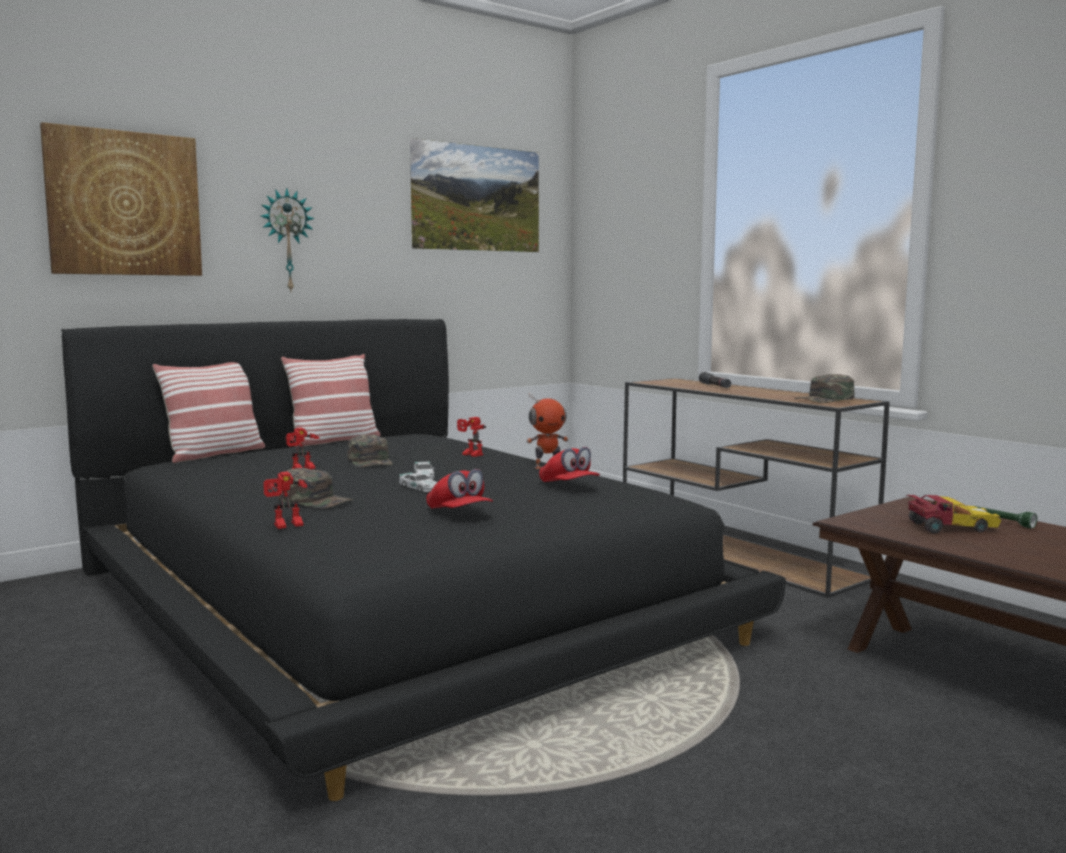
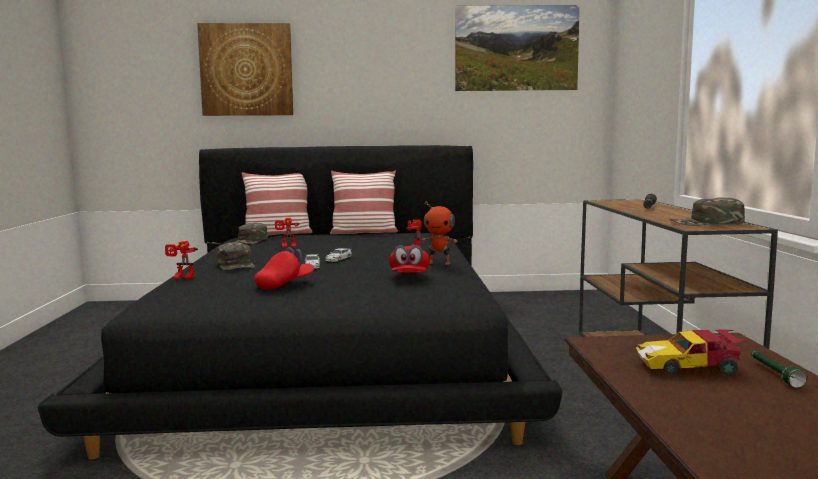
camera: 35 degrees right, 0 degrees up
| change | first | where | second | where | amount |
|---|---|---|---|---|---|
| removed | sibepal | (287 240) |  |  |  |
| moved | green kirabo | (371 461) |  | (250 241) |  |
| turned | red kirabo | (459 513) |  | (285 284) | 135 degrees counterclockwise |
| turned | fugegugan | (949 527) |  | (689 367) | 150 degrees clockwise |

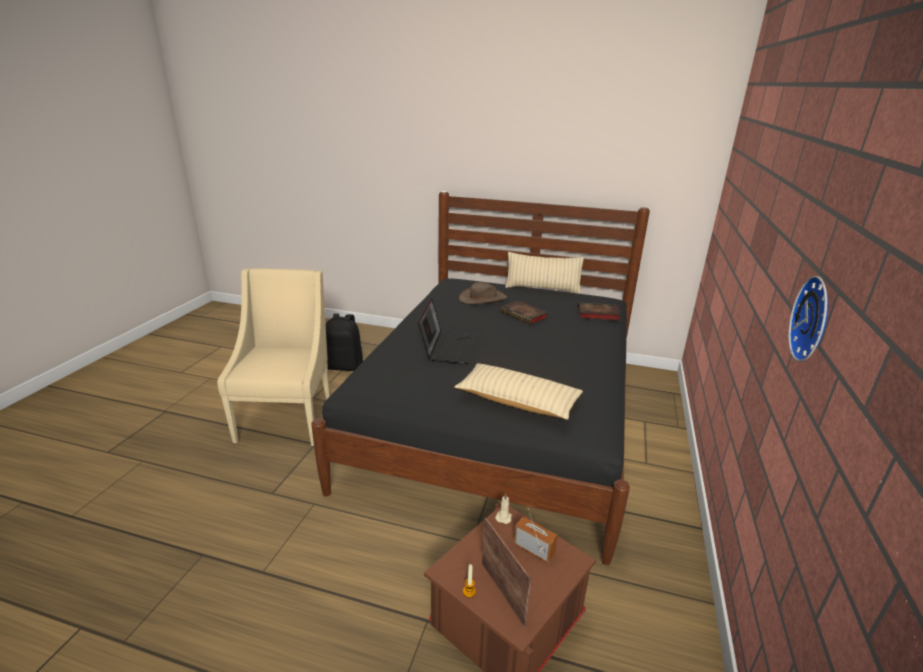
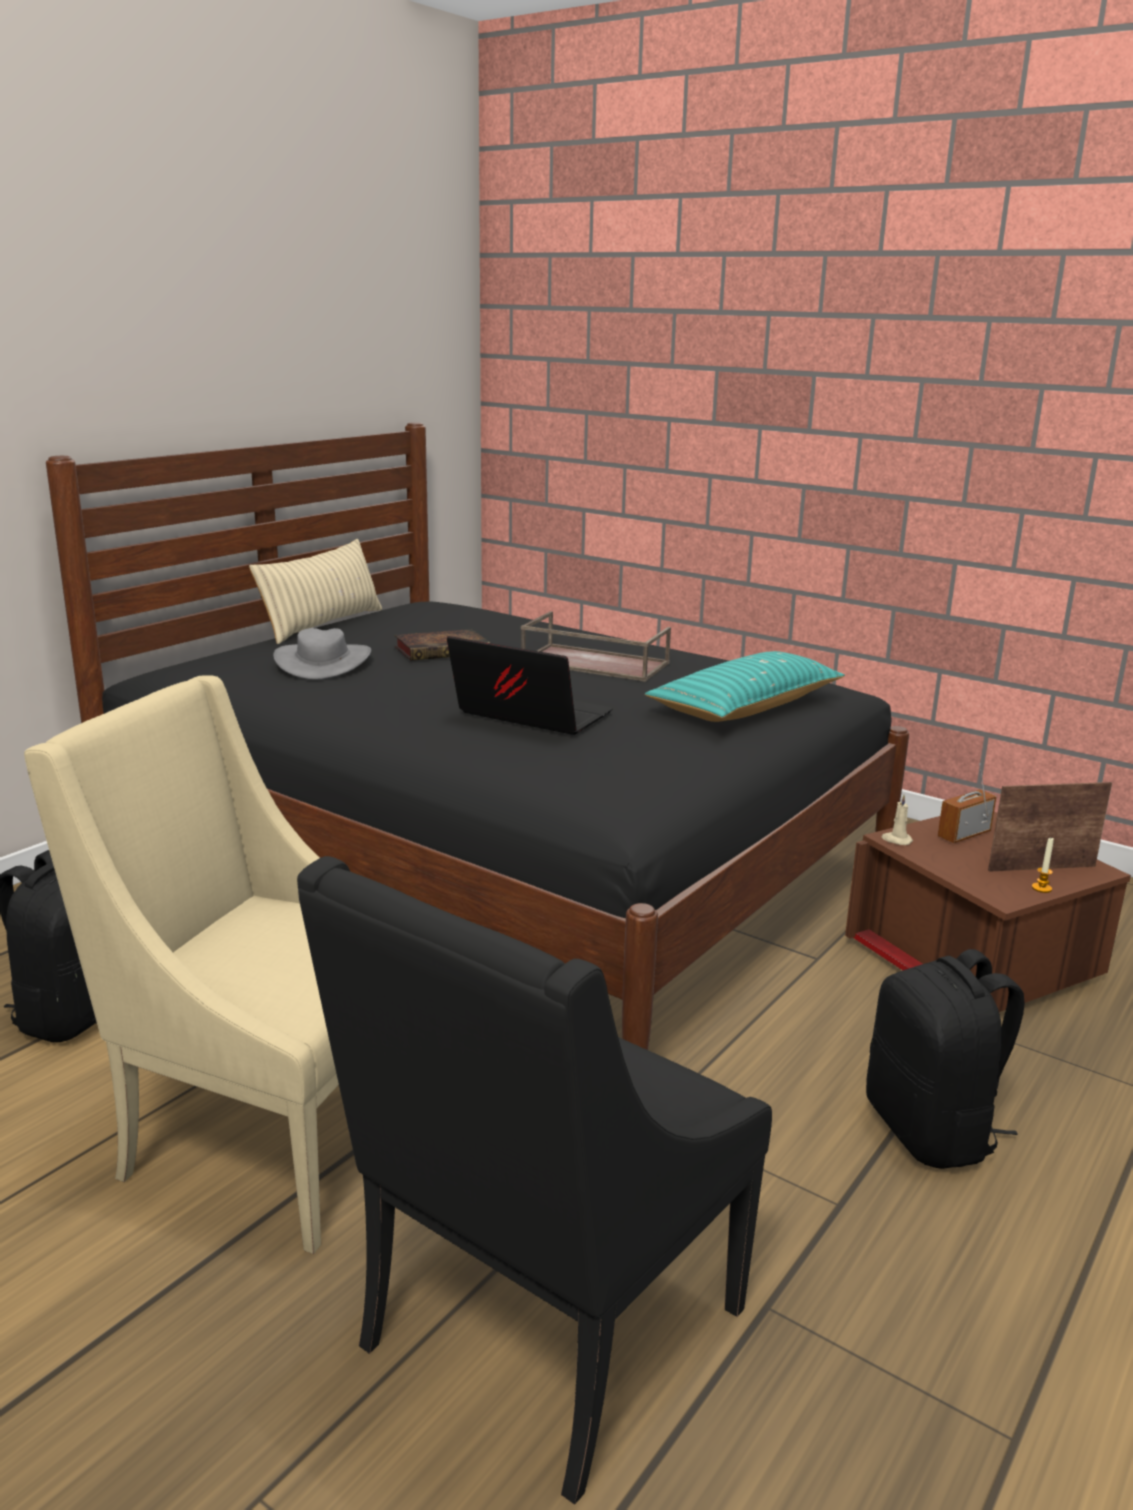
camera: 70 degrees left, 5 degrees down
| change | first | where | second | where | amount |
|---|---|---|---|---|---|
| removed | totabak | (597 314) |  |  |  |
| removed | sibepal | (815 320) |  |  |  |
| added |  |  | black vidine | (542 1333) |  |
| added |  |  | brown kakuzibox | (593 663) |  |
| added |  |  | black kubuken | (932 1131) |  |
| recoloured | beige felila | (517 401) | turquoise felila | (745 707) |  |
| recoloured | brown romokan | (483 298) | grey romokan | (323 663) |  |

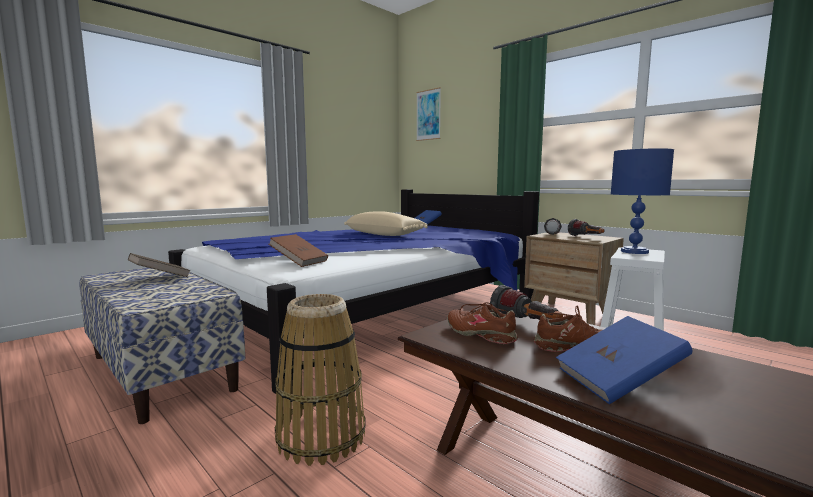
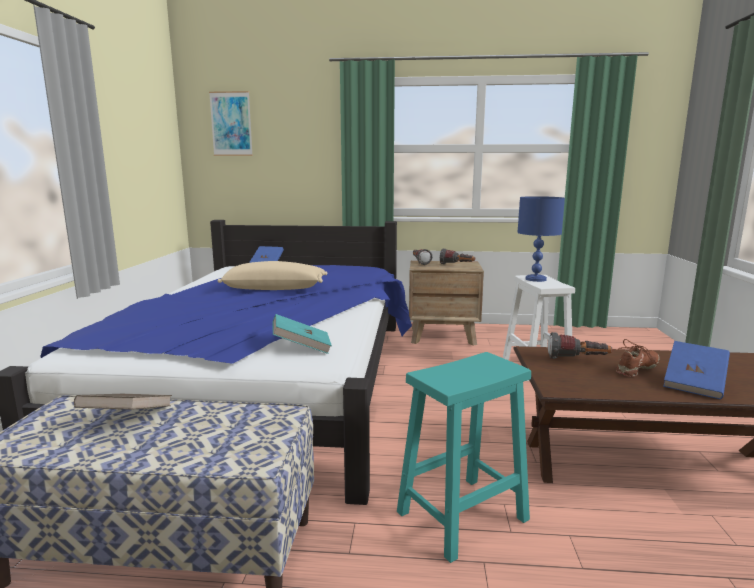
camera: 40 degrees left, 5 degrees up
| change | first | where | second | where | amount |
|---|---|---|---|---|---|
| removed | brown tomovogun | (481 334) |  |  |  |
| replaced | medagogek | (320 436) | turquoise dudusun | (461 517) |  |
| recoloured | brown totabak | (299 262) | turquoise totabak | (301 348) |  |

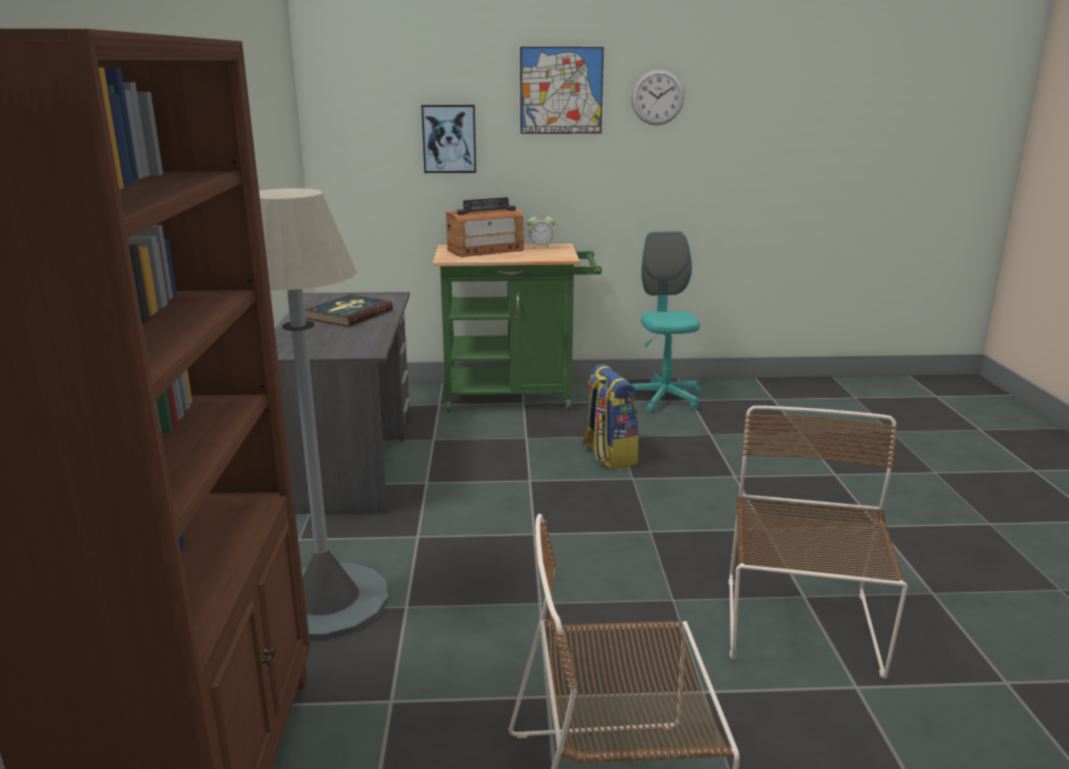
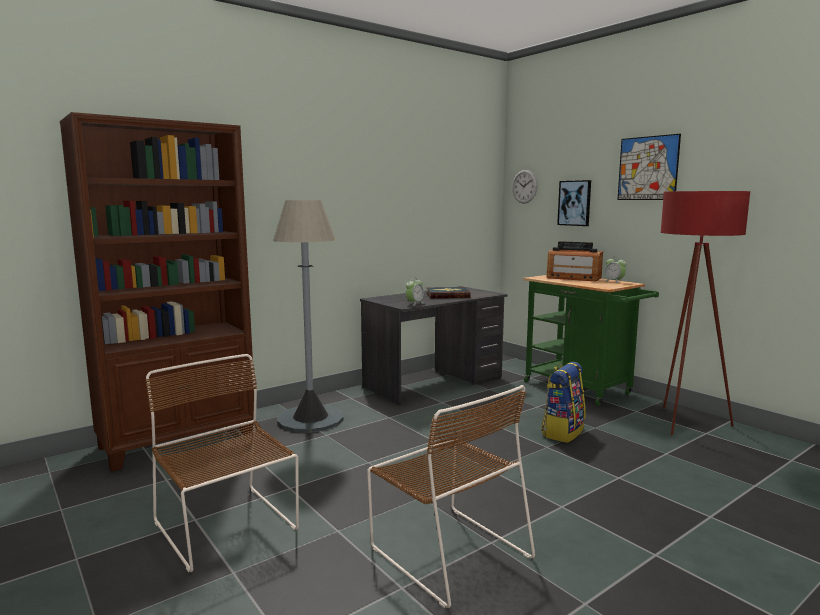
camera: 55 degrees right, 10 degrees down
| change | first | where | second | where | amount |
|---|---|---|---|---|---|
| added |  |  | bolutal | (414 303) |  |
| moved | sibepal | (657 97) |  | (524 186) |  |
| replaced | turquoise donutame | (664 399) | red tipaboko | (684 425) |  |
| turned | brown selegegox | (801 629) |  | (447 550) | 75 degrees clockwise |

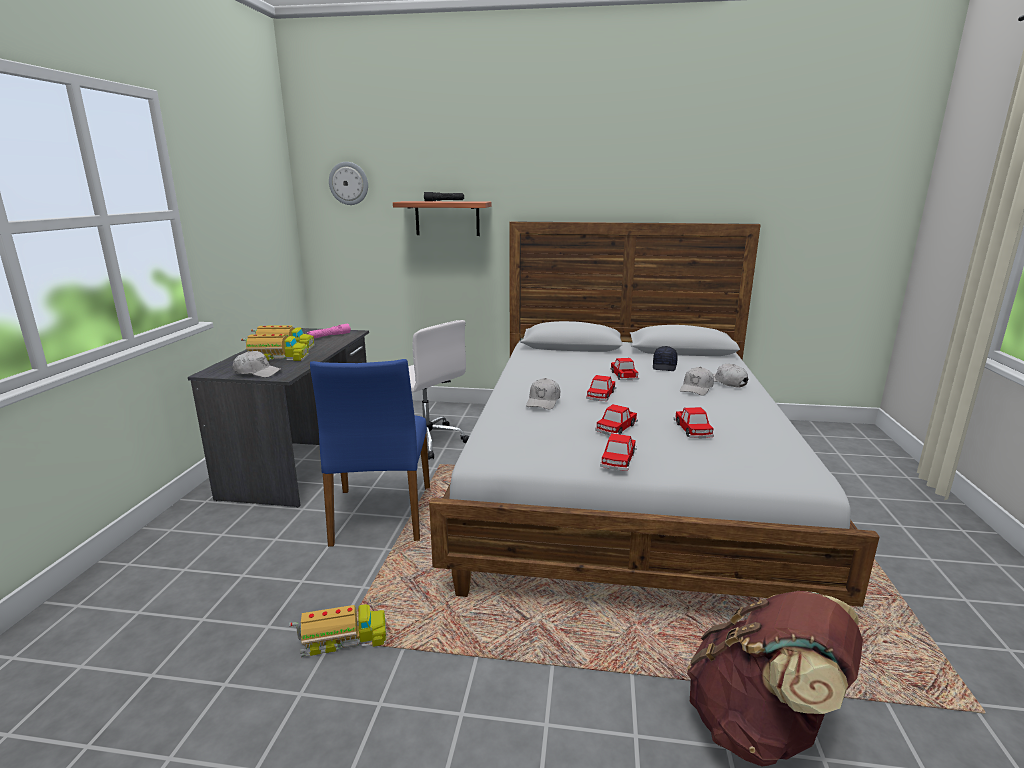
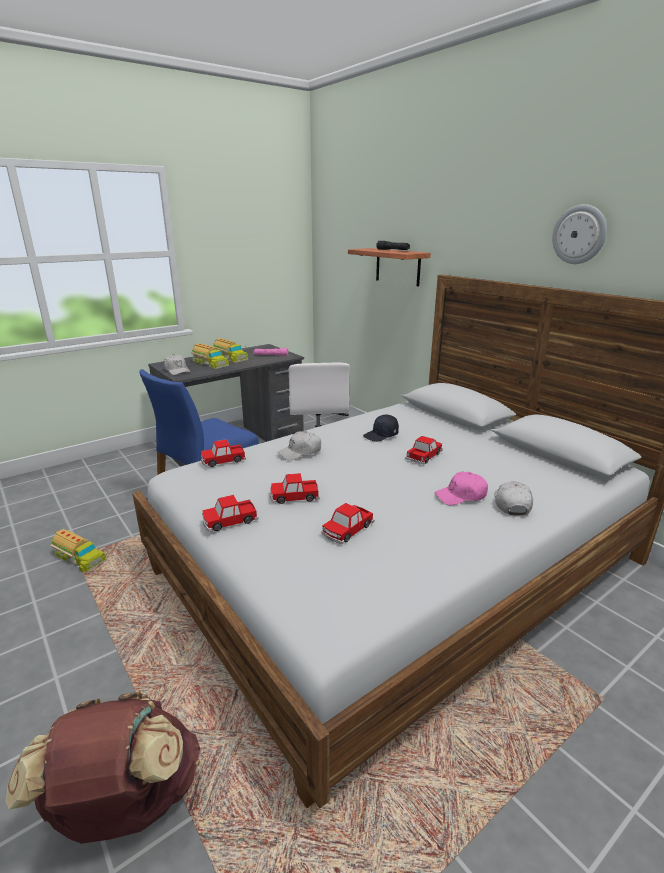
camera: 45 degrees right, 5 degrees up
| change | first | where | second | where | amount |
|---|---|---|---|---|---|
| moved | sibepal | (349 183) |  | (579 234) |  |
| moved | fugegugan | (601 395) |  | (223 460) |  |
| moved | black kirabo | (664 366) |  | (381 435) |  |
| recoloured | white kirabo | (696 388) | pink kirabo | (461 496) |  |

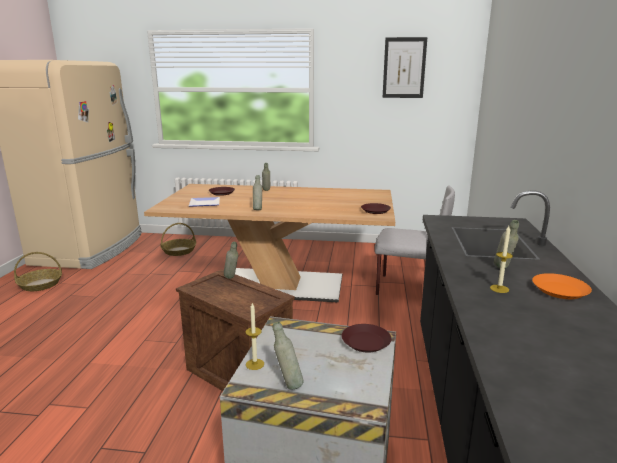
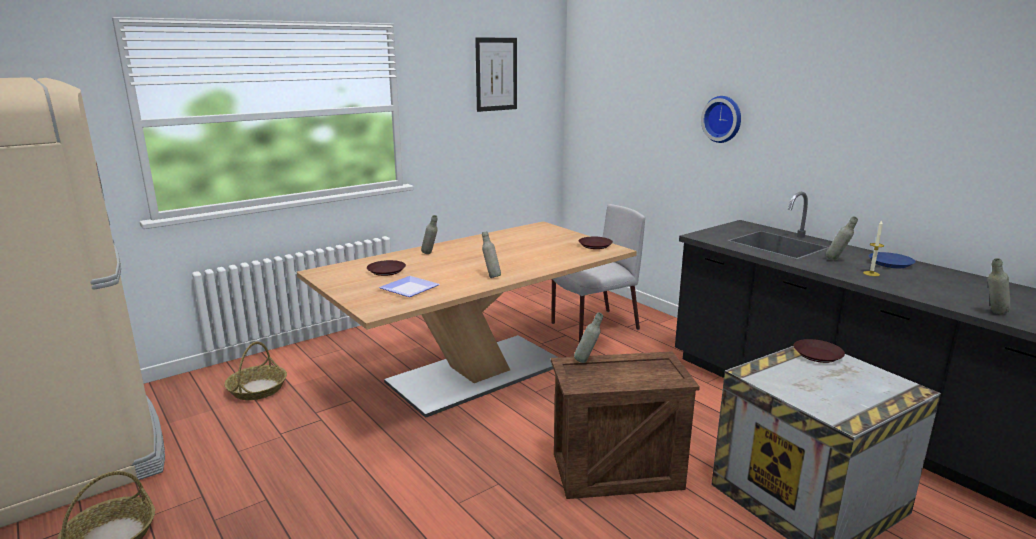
camera: 45 degrees left, 0 degrees up
| change | first | where | second | where | amount |
|---|---|---|---|---|---|
| removed | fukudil | (255 364) |  |  |  |
| added |  |  | sibepal | (723 119) |  |
| moved | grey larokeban | (288 384) |  | (993 313) |  |
| recoloured | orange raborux | (560 291) | blue raborux | (891 263) |  |

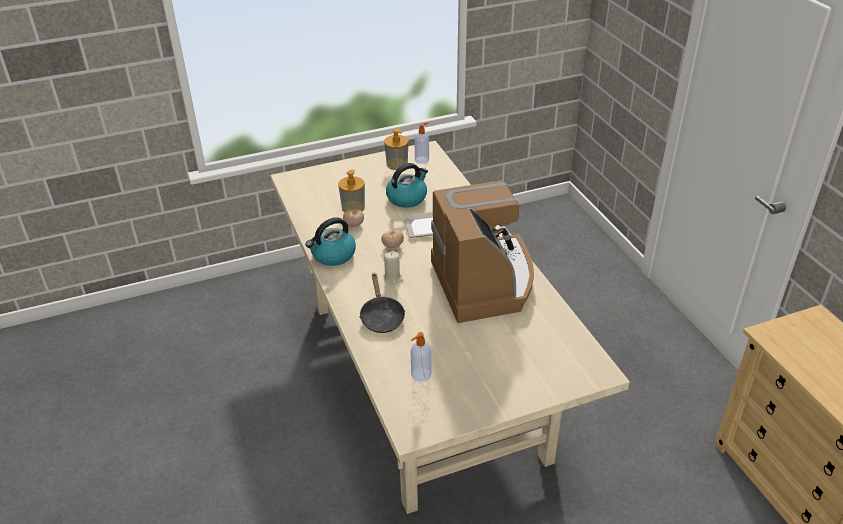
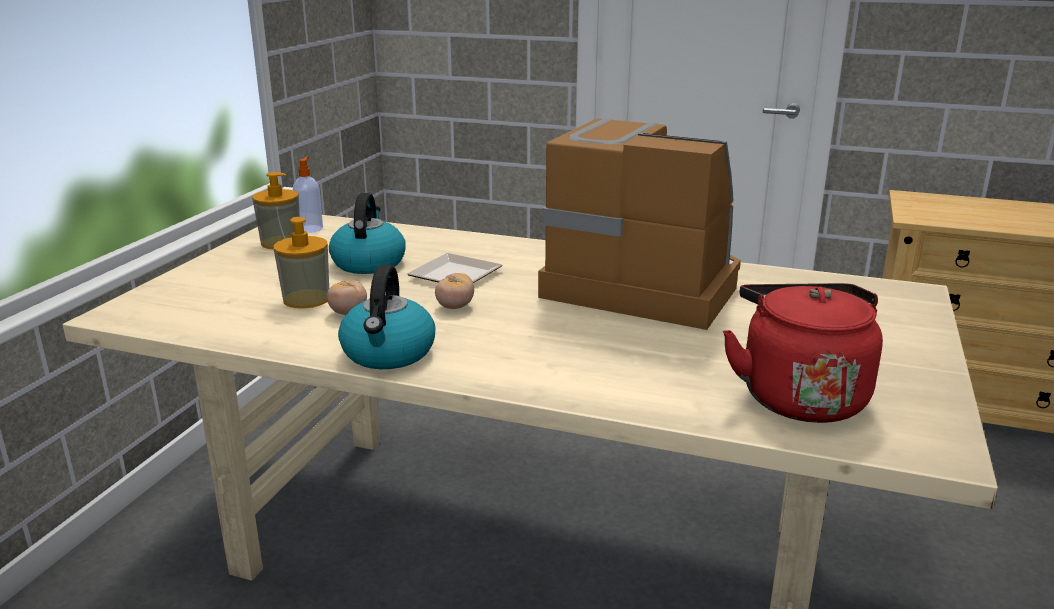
camera: 50 degrees left, 15 degrees down
| change | first | where | second | where | amount |
|---|---|---|---|---|---|
| removed | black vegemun | (381 316) |  |  |  |
| removed | beige fukudil | (393 278) |  |  |  |
| replaced | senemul | (420 375) | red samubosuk | (799 395) |  |

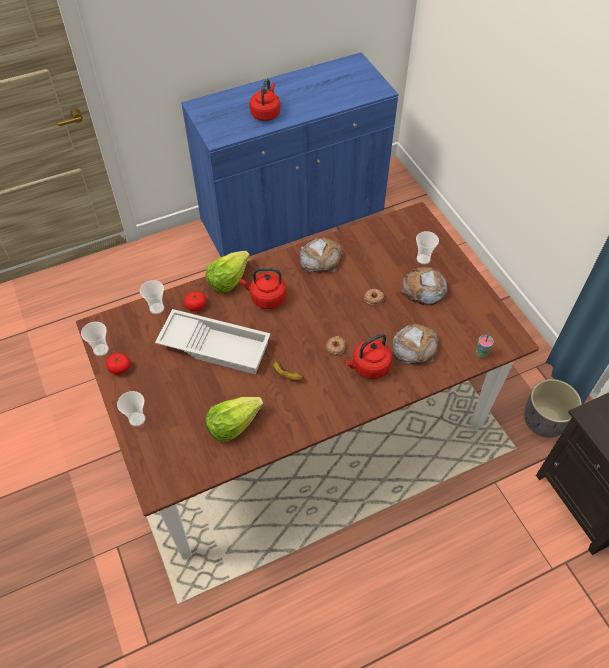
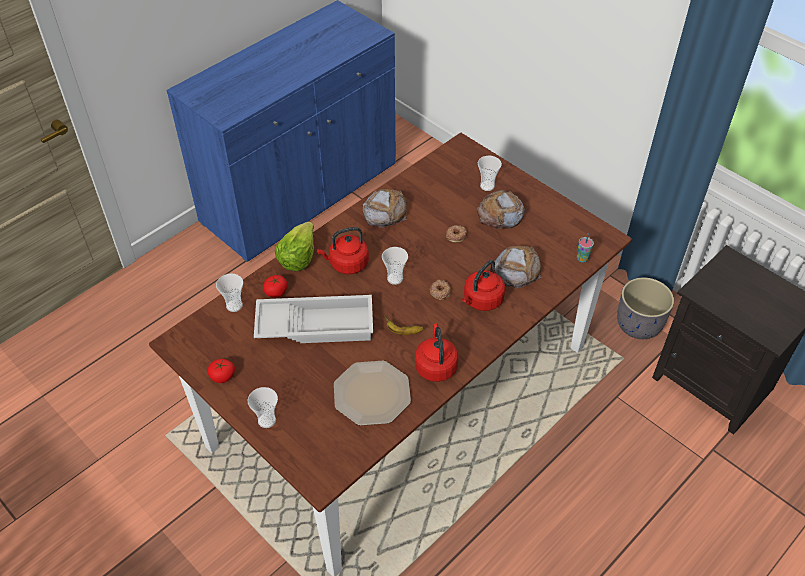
camera: 20 degrees left, 5 degrees down
| change | first | where | second | where | amount |
|---|---|---|---|---|---|
| moved | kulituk | (101 350) |  | (395 278) |  |
| moved | red samubosuk | (266 113) |  | (435 365) |  |
| replaced | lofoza | (233 424) | raborux | (371 394) |  |

